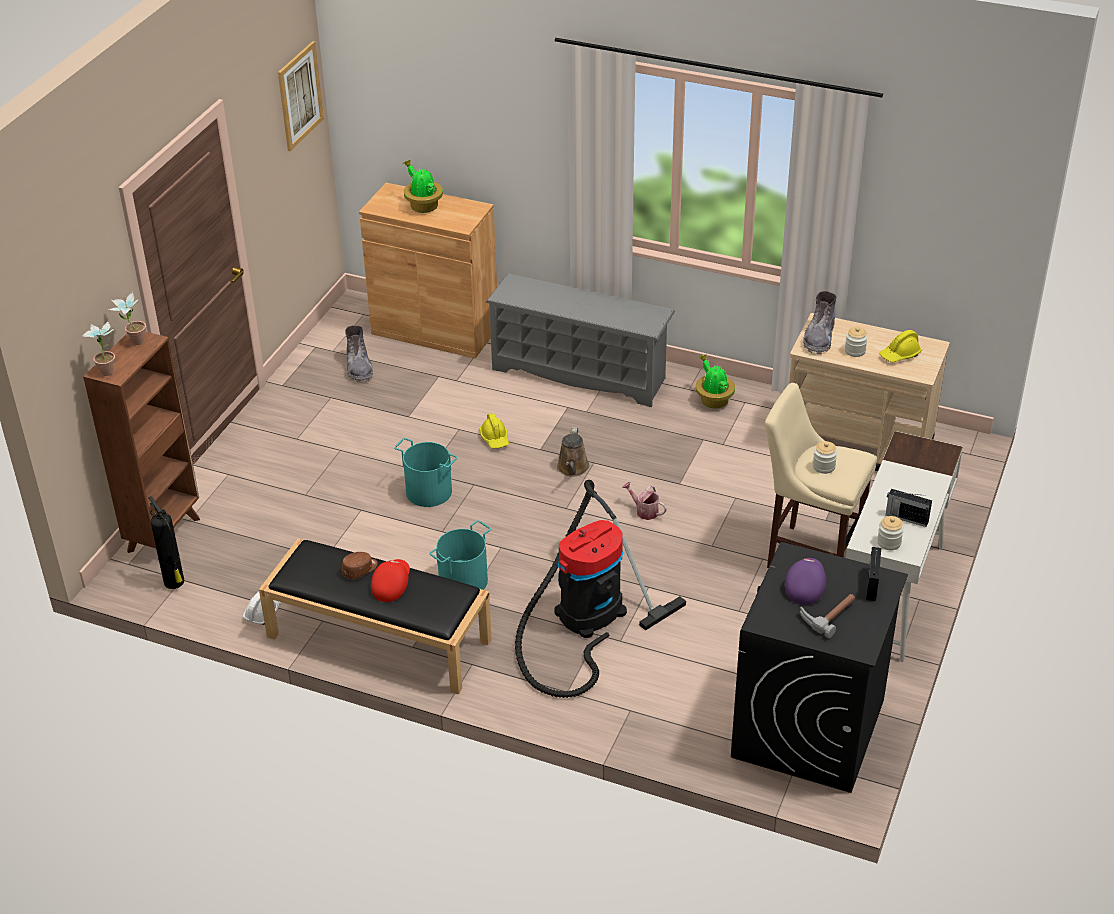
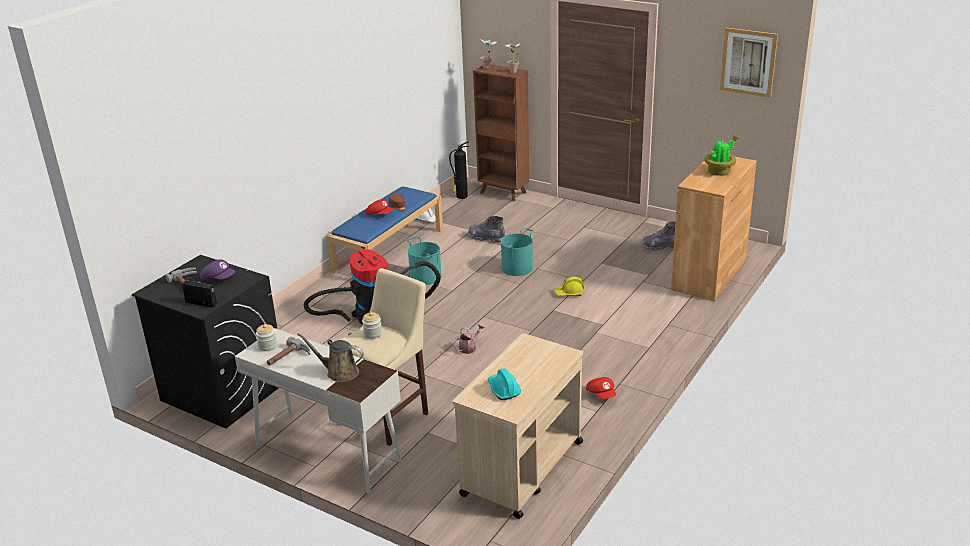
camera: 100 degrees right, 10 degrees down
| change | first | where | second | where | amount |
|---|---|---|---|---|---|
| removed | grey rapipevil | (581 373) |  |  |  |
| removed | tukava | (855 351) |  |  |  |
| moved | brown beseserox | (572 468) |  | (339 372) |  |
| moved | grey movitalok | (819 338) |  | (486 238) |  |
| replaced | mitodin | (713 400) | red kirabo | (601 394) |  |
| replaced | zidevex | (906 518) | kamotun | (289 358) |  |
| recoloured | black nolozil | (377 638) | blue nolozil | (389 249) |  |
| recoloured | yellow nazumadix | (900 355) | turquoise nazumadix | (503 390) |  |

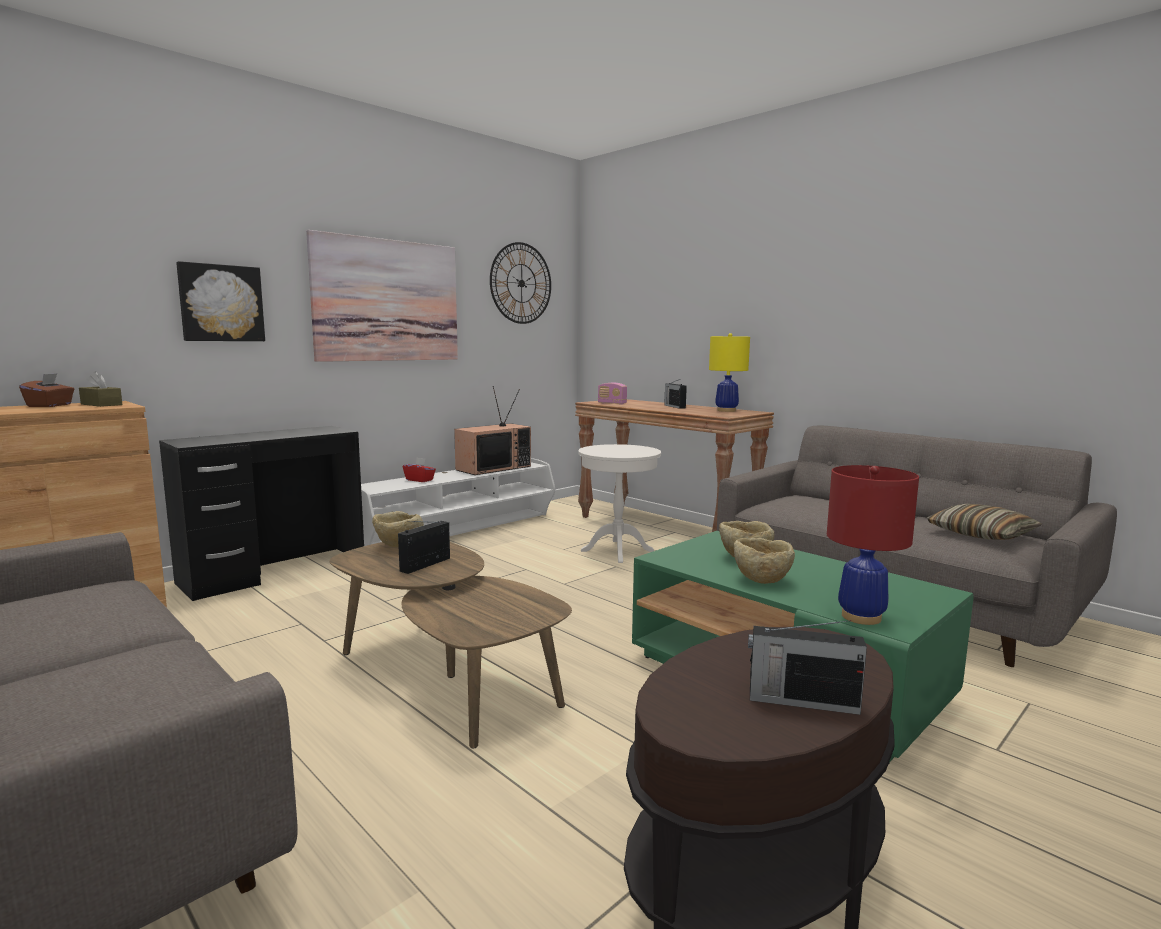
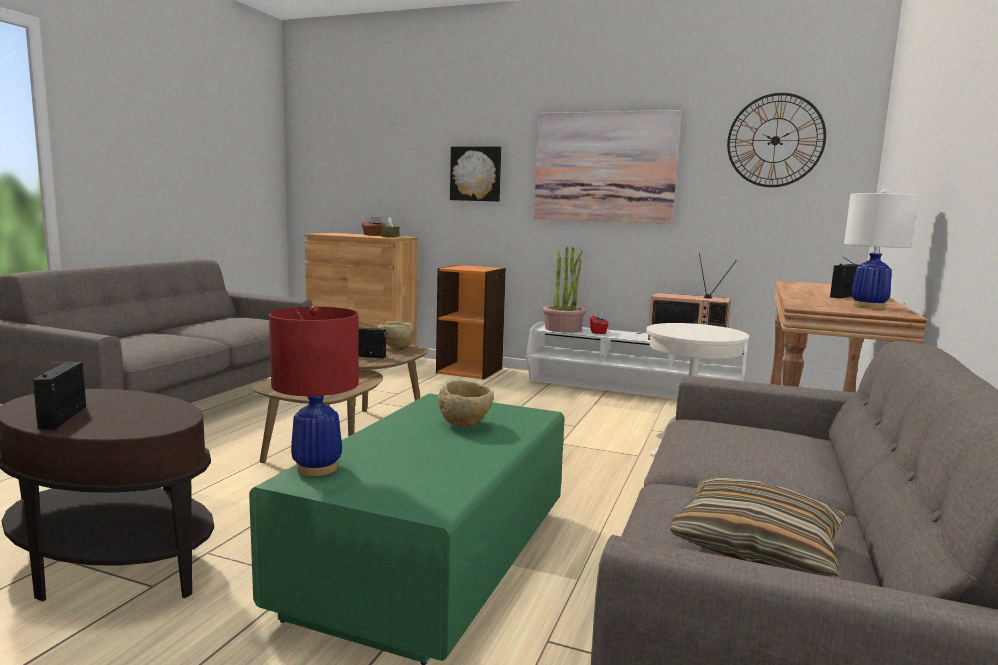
camera: 65 degrees right, 0 degrees up
| change | first | where | second | where | amount |
|---|---|---|---|---|---|
| removed | zidevex | (612 403) |  |  |  |
| removed | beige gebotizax | (761 580) |  |  |  |
| added |  |  | mitodin | (563 329) |  |
| replaced | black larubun | (274 571) | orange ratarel | (470 370) |  |
| recoloured | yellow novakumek | (726 410) | white novakumek | (868 307) |  |

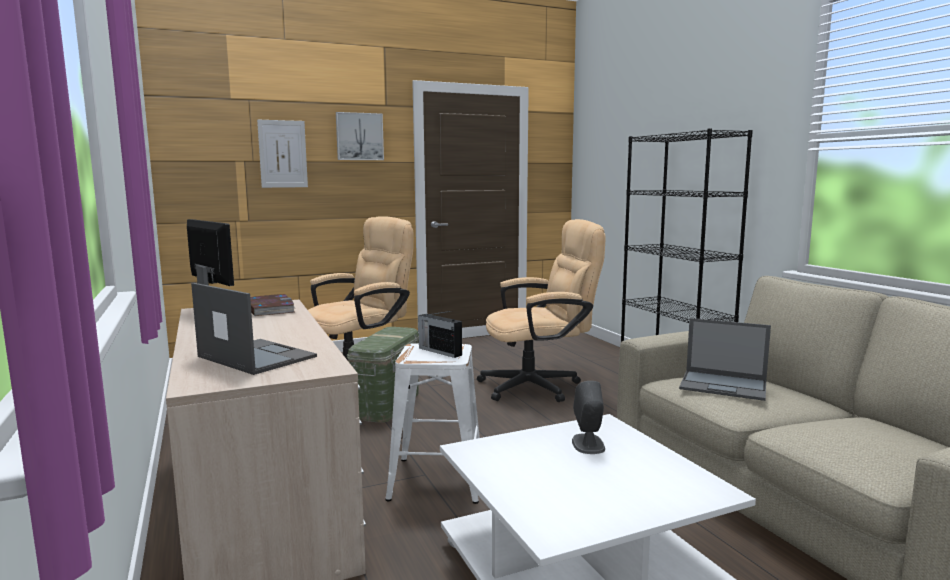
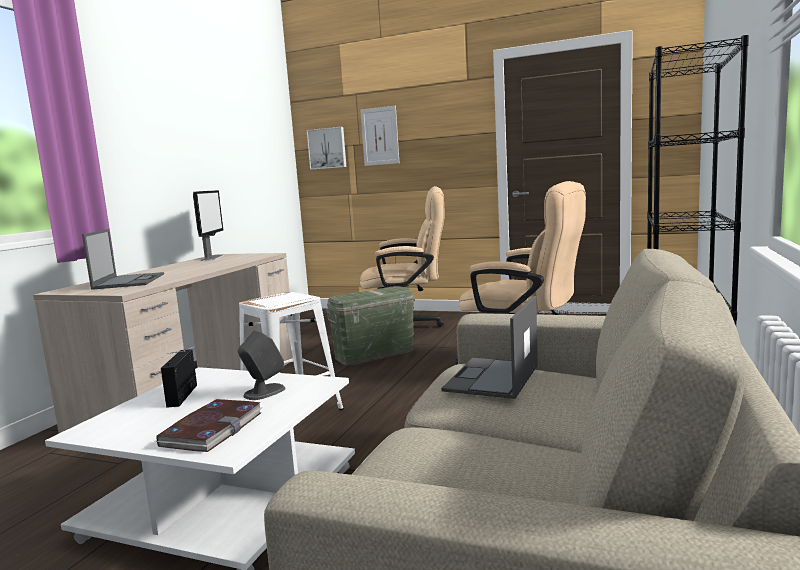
camera: 45 degrees right, 0 degrees up
| change | first | where | second | where | amount |
|---|---|---|---|---|---|
| moved | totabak | (270 308) |  | (212 429) |  |
| moved | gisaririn | (359 136) |  | (327 148) |  |
| moved | zidevex | (439 351) |  | (183 395) |  |
| turned | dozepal | (724 385) |  | (492 378) | 45 degrees clockwise |

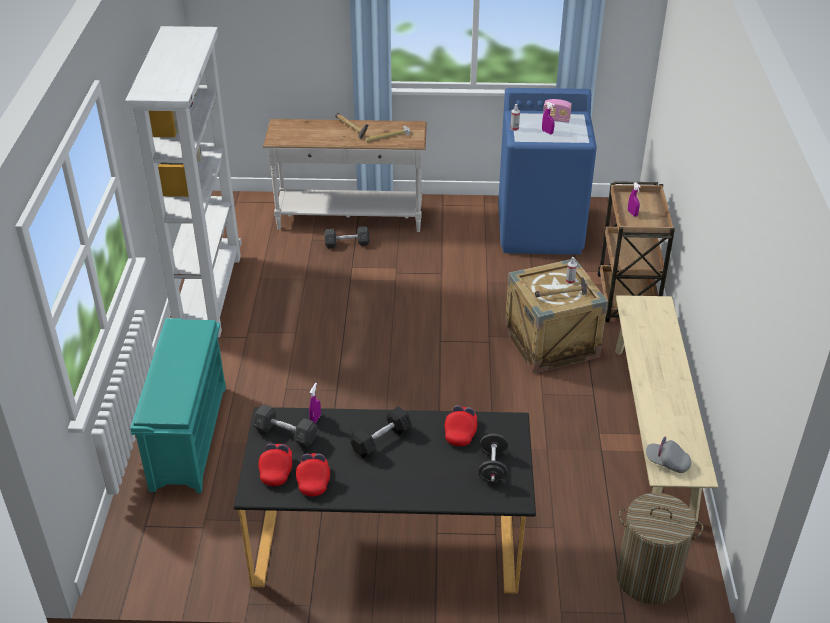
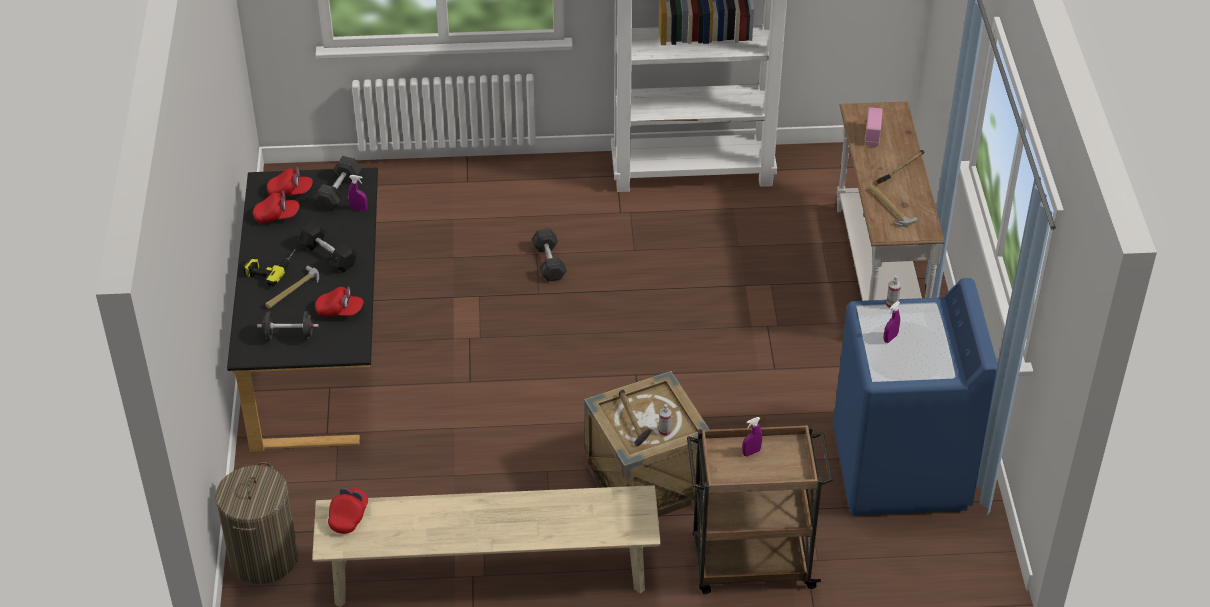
camera: 85 degrees right, 5 degrees up
| change | first | where | second | where | amount |
|---|---|---|---|---|---|
| removed | turquoise rapipevil | (188 436) |  |  |  |
| added |  |  | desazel | (271 266) |  |
| added |  |  | kamotun | (292 290) |  |
| moved | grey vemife | (347 243) |  | (549 262) |  |
| moved | zidevex | (556 119) |  | (872 135) |  |
| recoloured | grey kirabo | (667 462) | red kirabo | (349 516) |  |

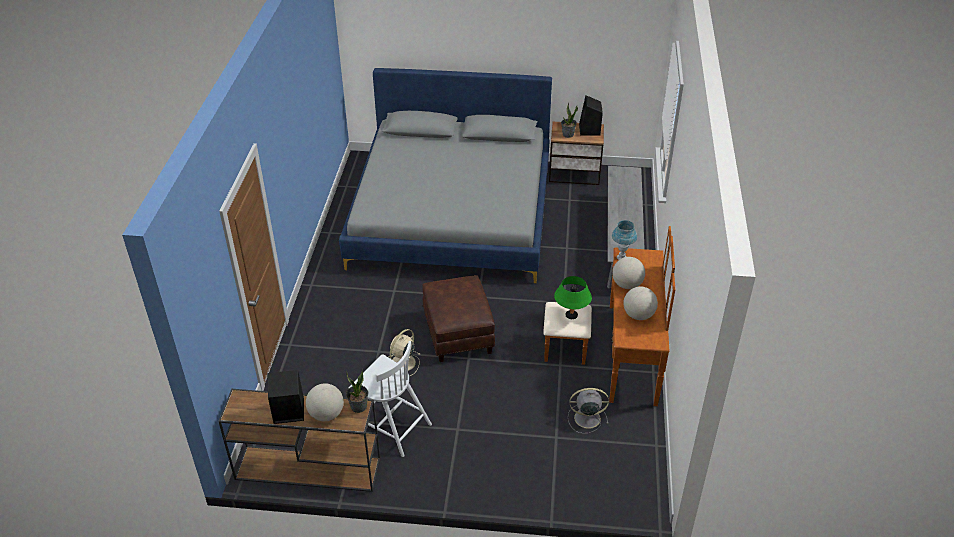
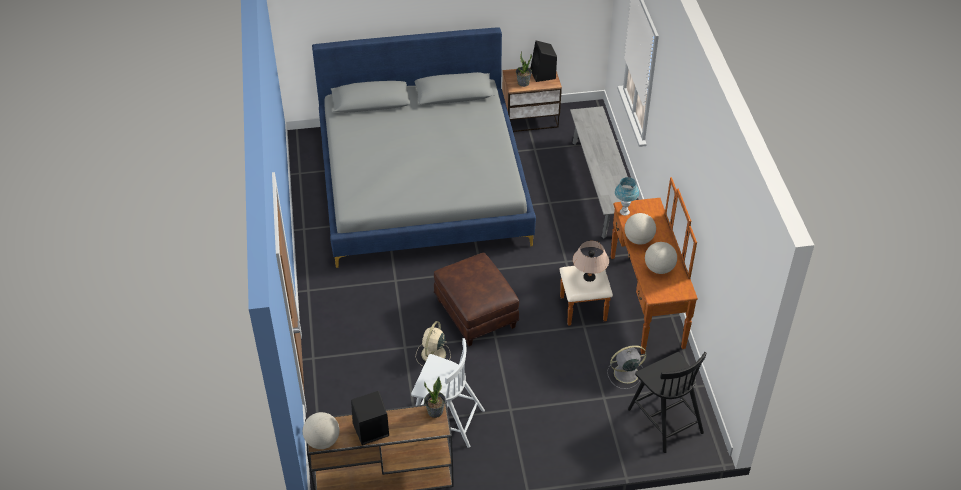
camera: 15 degrees left, 5 degrees up
| change | first | where | second | where | amount |
|---|---|---|---|---|---|
| added |  |  | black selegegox | (664 419) |  |
| moved | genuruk | (326 414) |  | (322 441) |  |
| recoloured | green novakumek | (571 315) | beige novakumek | (589 277) |  |

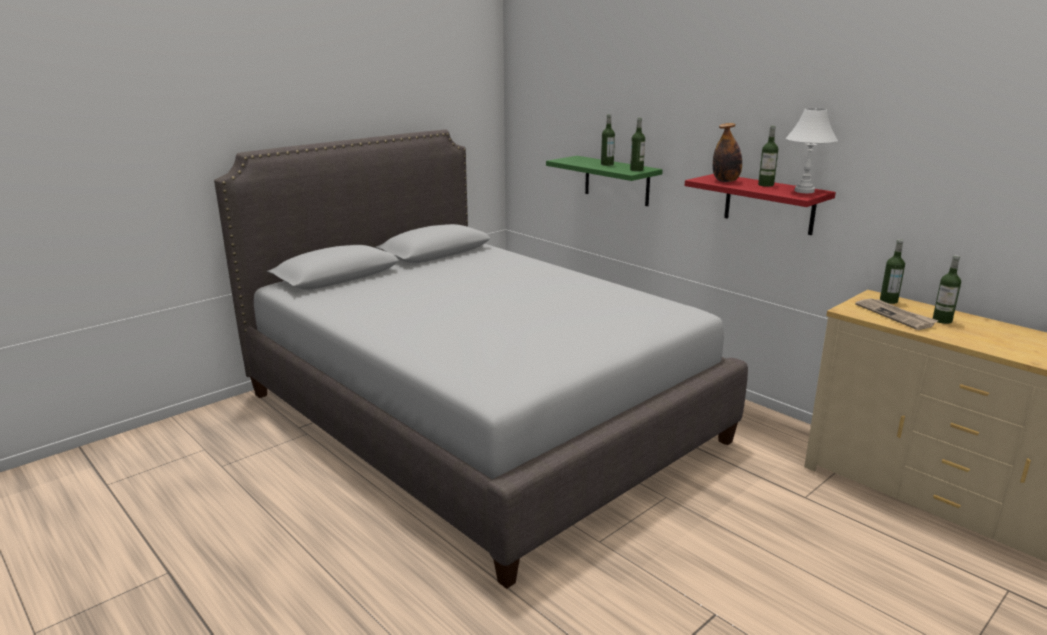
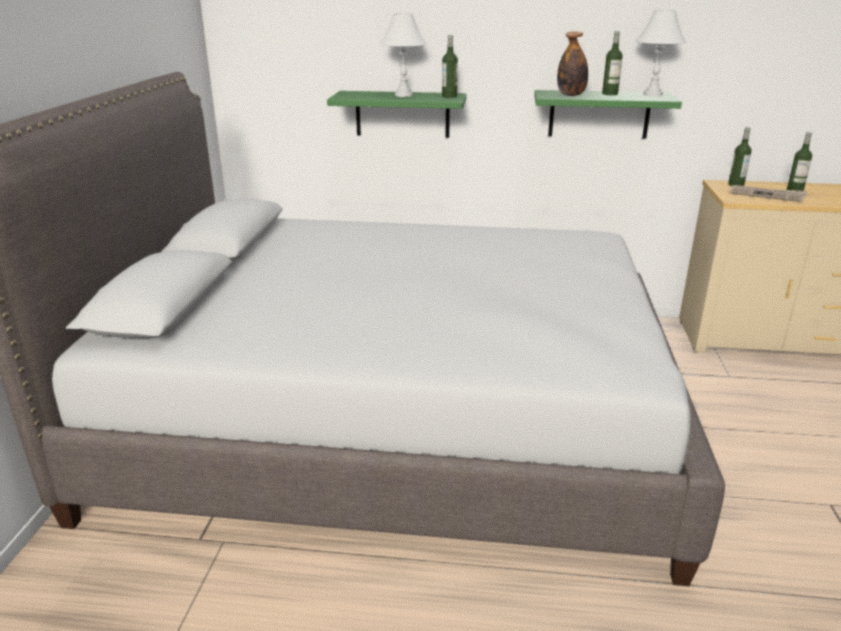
camera: 40 degrees left, 5 degrees up
| change | first | where | second | where | amount |
|---|---|---|---|---|---|
| replaced | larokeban | (607 164) | white novakumek | (403 95) |  |
| recoloured | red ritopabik | (769 204) | green ritopabik | (599 114) |  |

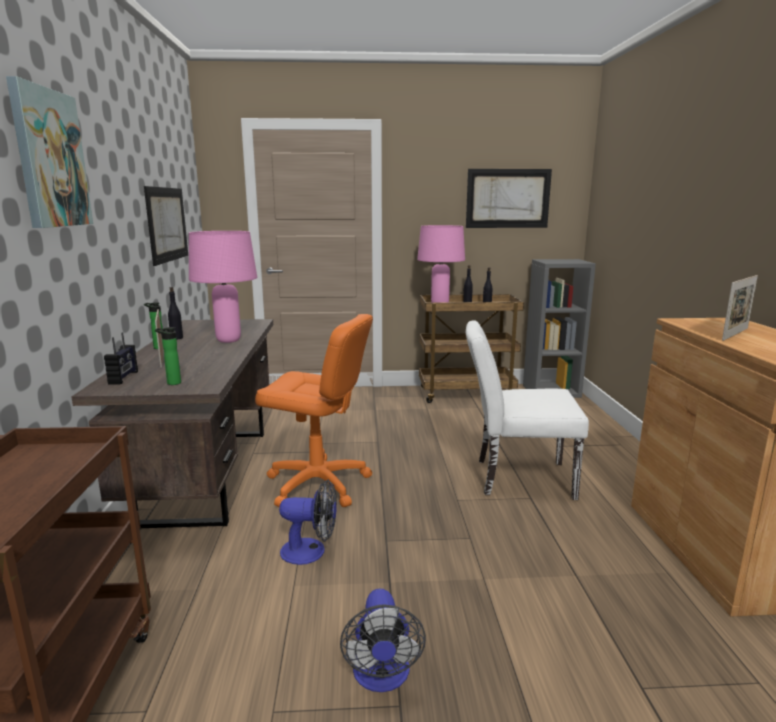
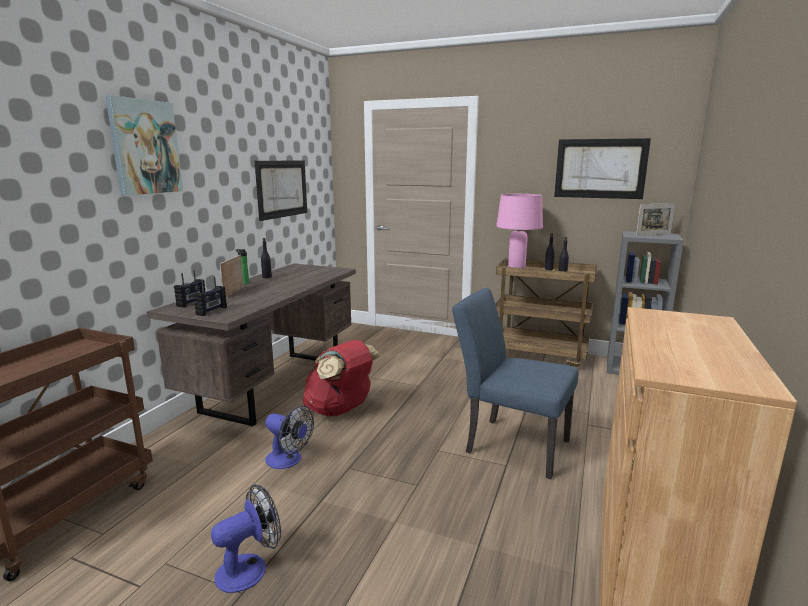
camera: 25 degrees right, 0 degrees up
| change | first | where | second | where | amount |
|---|---|---|---|---|---|
| removed | pink novakumek | (229 340) |  |  |  |
| moved | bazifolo | (735 334) |  | (653 235) |  |
| replaced | larokeban | (172 383) | zidevex | (212 311) |  |
| replaced | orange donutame | (318 484) | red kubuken | (340 410) |  |
| recoloured | white selegegox | (515 478) | blue selegegox | (509 444) |  |
| turned | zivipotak | (382 677) |  | (250 568) | 150 degrees counterclockwise |

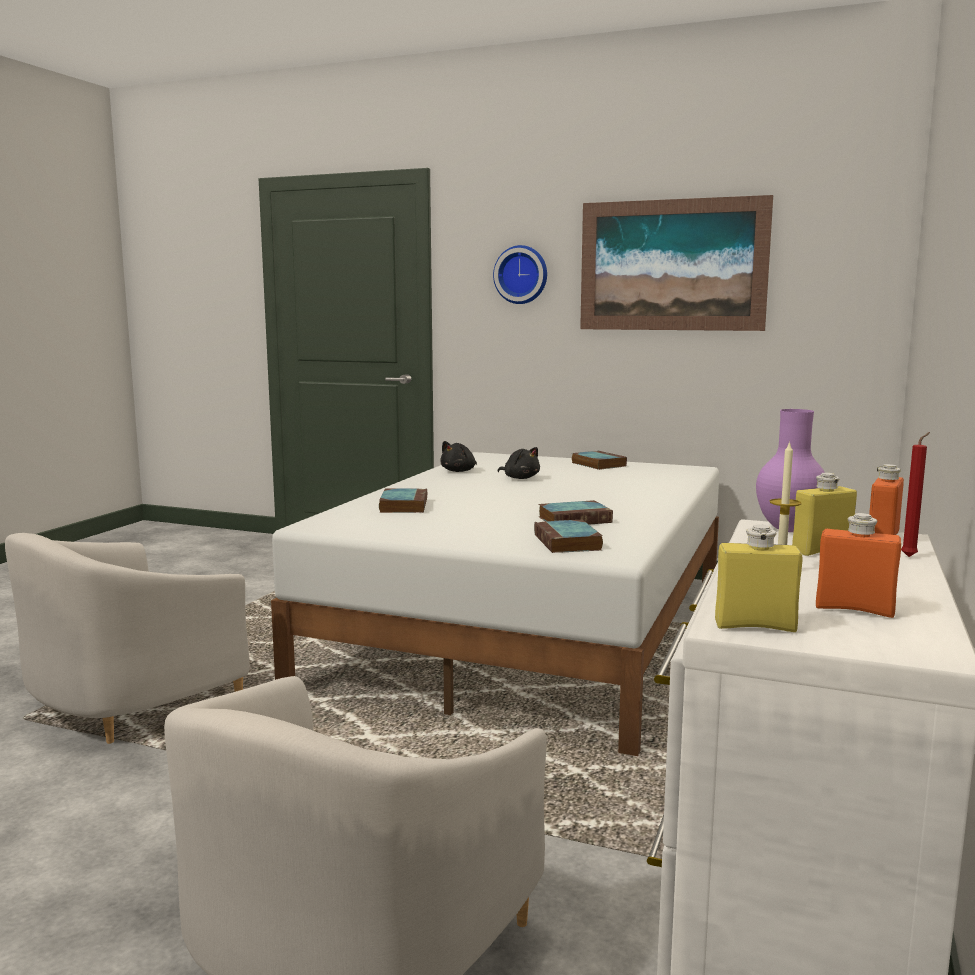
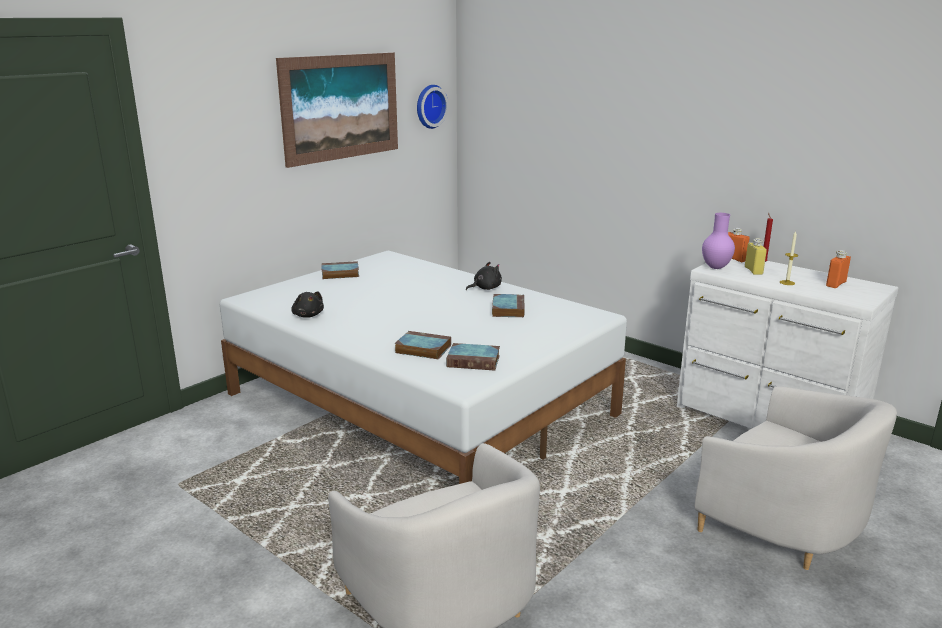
camera: 70 degrees left, 10 degrees up
| change | first | where | second | where | amount |
|---|---|---|---|---|---|
| removed | yellow larokeban | (755 626) |  |  |  |
| moved | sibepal | (521 275) |  | (429 106) |  |
| moved | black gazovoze | (520 478) |  | (485 288) |  |
| moved | totabak | (568 543) |  | (474 361) |  |

